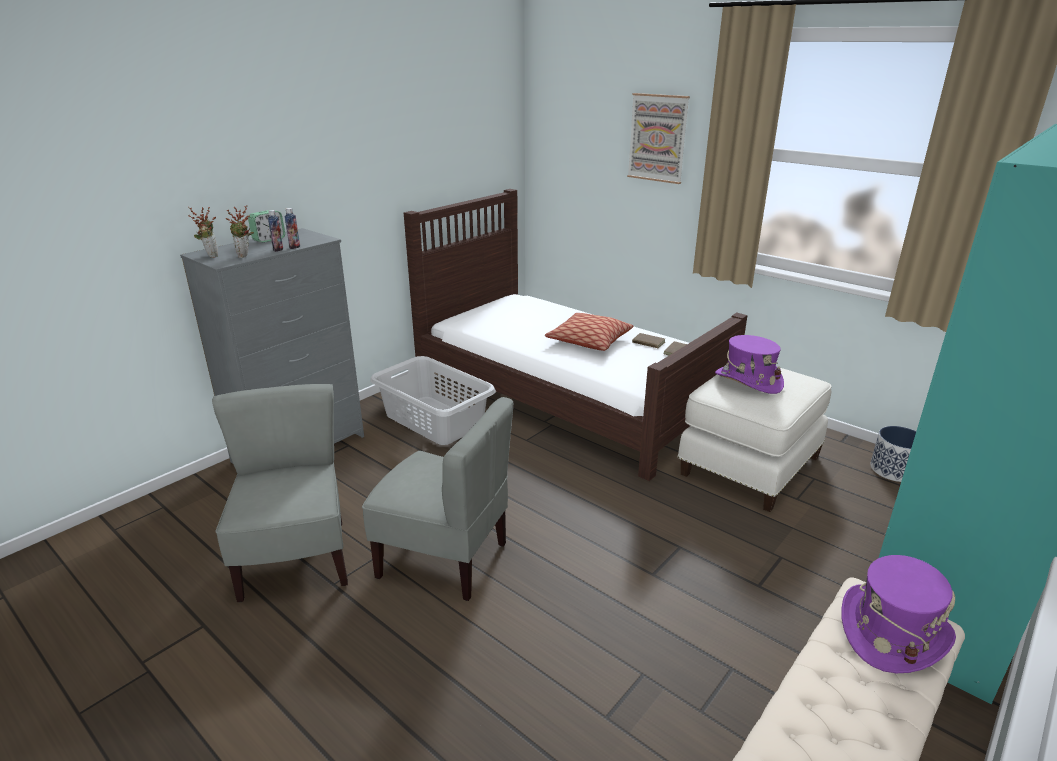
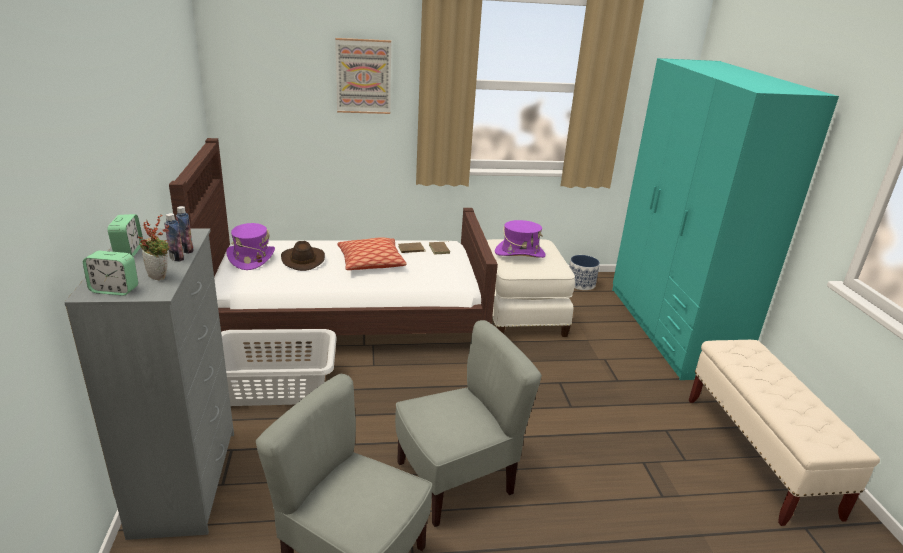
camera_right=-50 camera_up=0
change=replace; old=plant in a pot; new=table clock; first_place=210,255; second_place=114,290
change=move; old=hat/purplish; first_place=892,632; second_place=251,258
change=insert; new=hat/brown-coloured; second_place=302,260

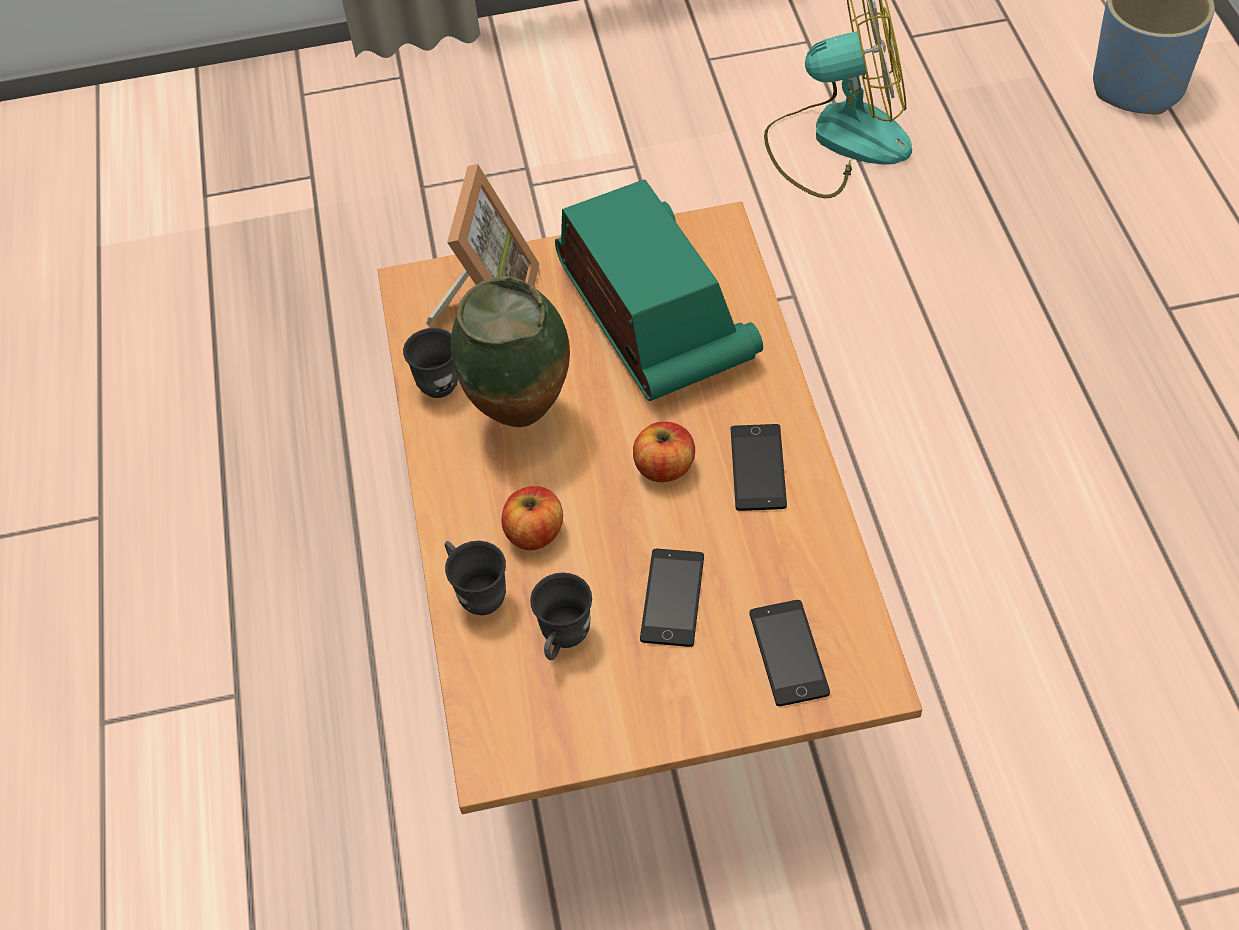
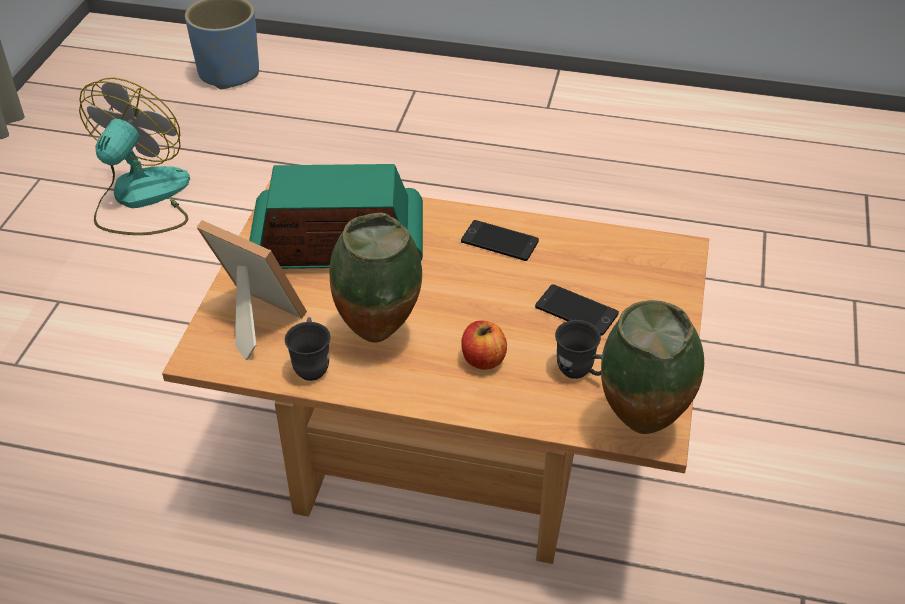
camera_right=-70 camera_up=-10
change=delete; old=apple; first_place=664,467
change=delete; old=mug/grey; first_place=476,592
change=delete; old=handset; first_place=788,653
change=insert; new=decorative vase; second_place=641,429

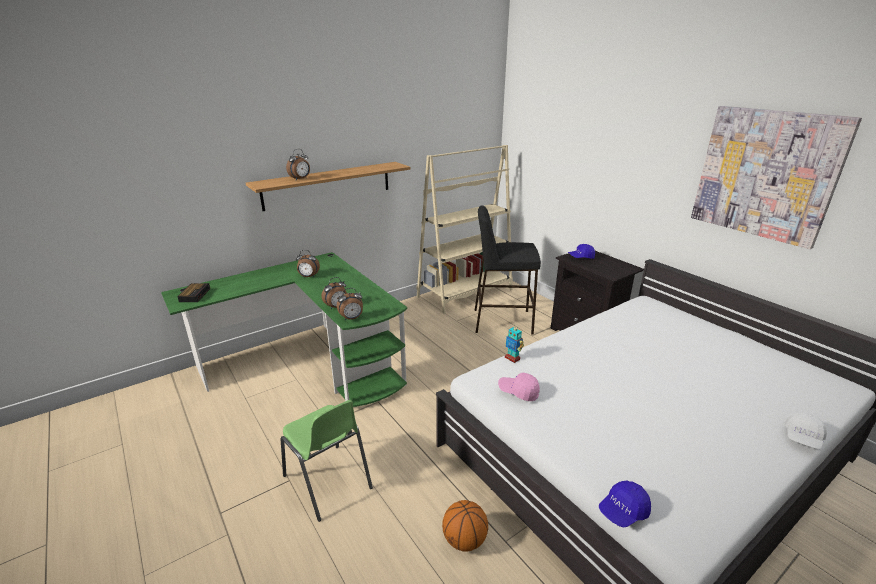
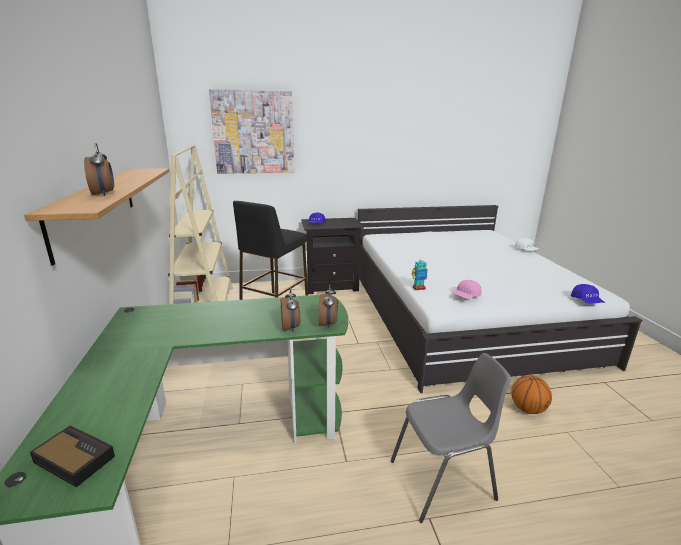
camera_right=-65 camera_up=-5
change=move; old=wall art; first_place=765,174; second_place=253,132
change=delete; old=table clock; first_place=308,277
change=recolor; old=upright chair/green; new=upright chair/grey; first_place=328,482; second_place=443,481

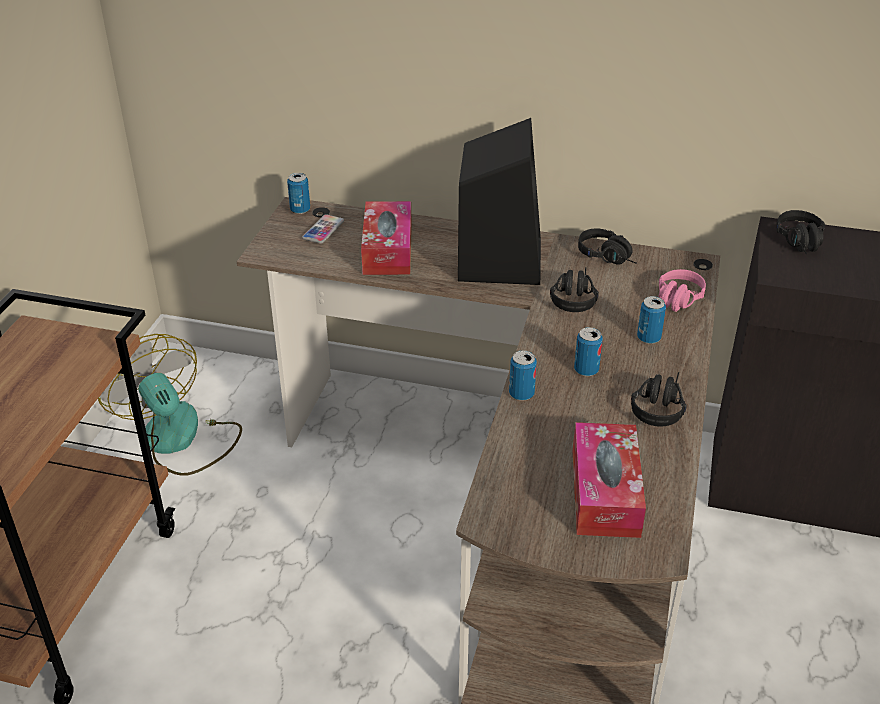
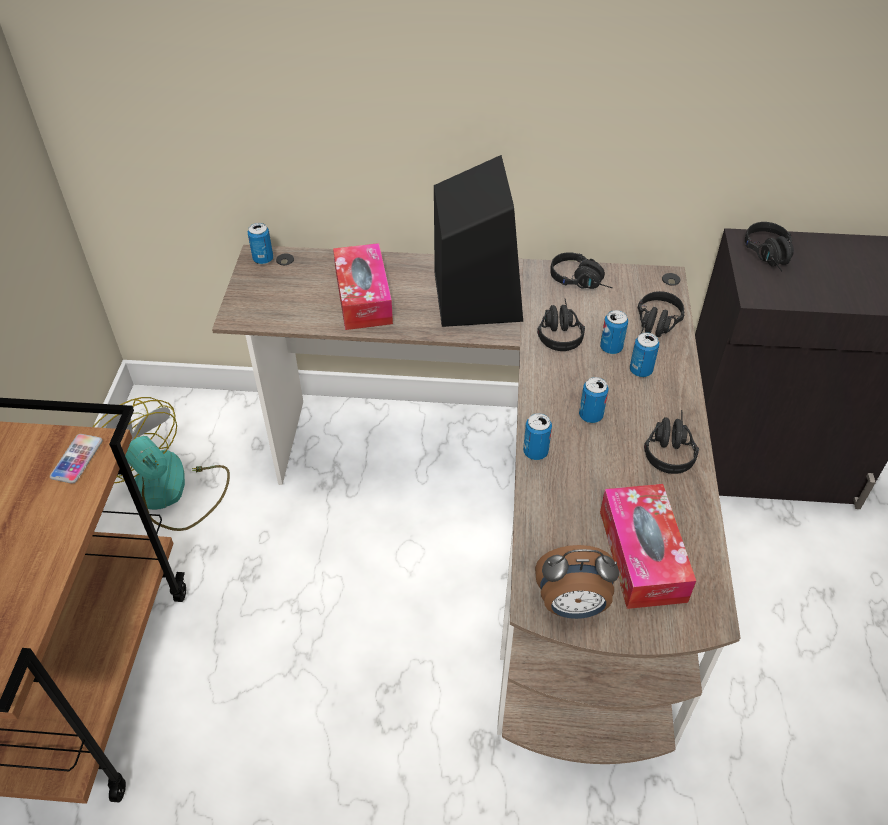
camera_right=-10 camera_up=10
change=move; old=handset; first_place=323,230; second_place=77,459
change=recolor; old=headset/pink-coloured; new=headset/black; first_place=675,303; second_place=656,327
change=insert; new=can; second_place=611,348
change=insert; new=table clock; second_place=572,606

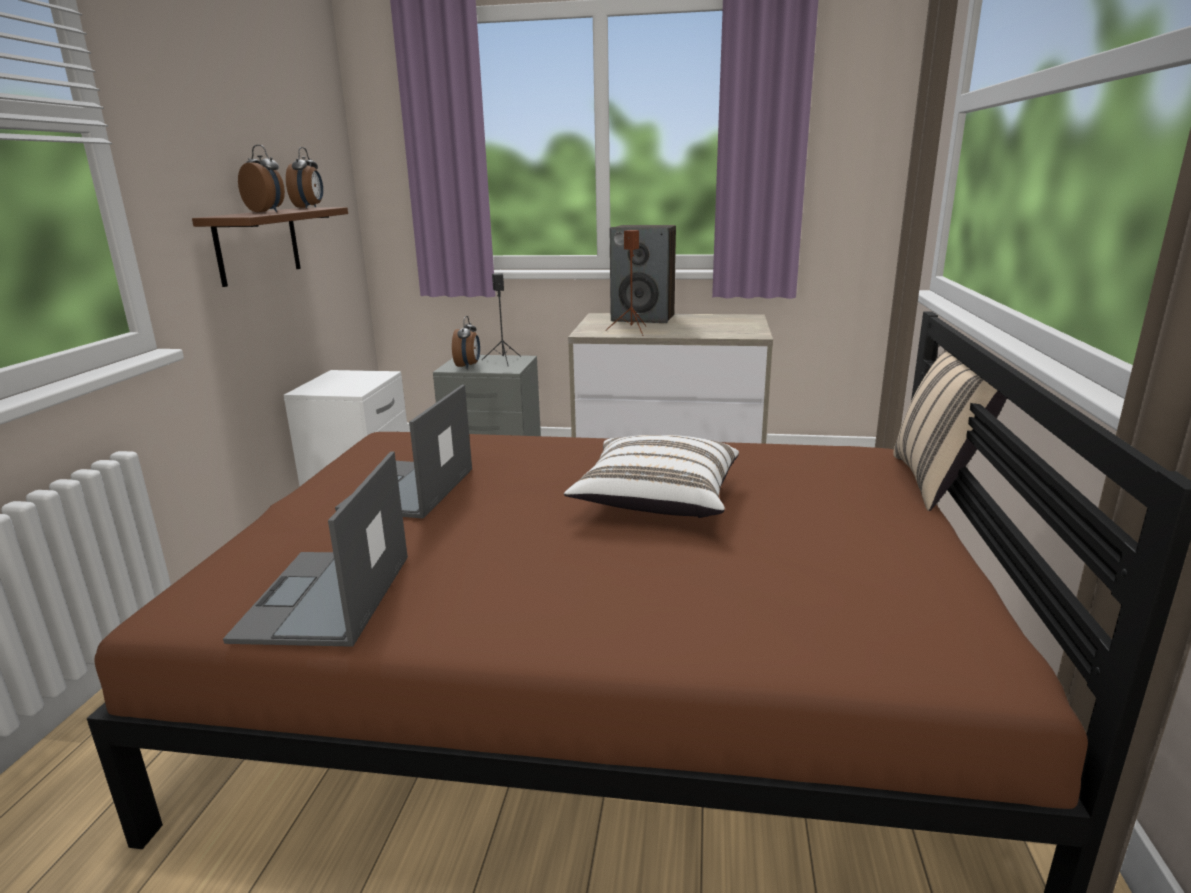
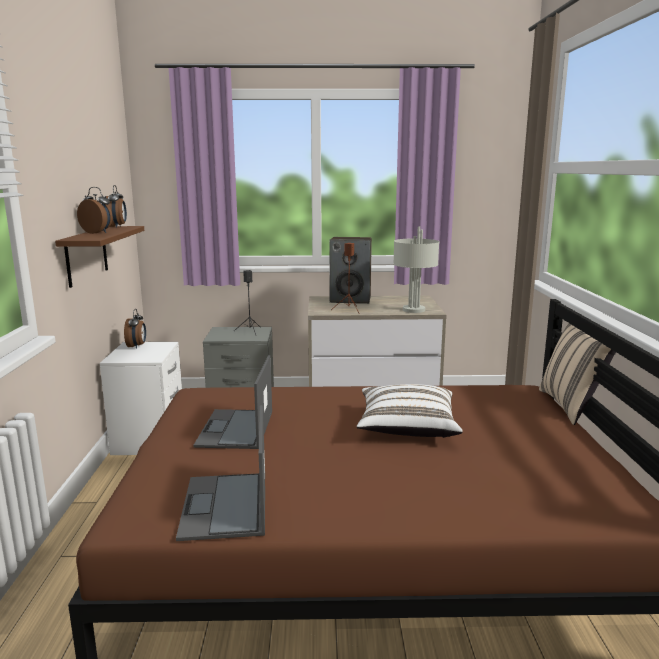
camera_right=-10 camera_up=-5
change=move; old=table clock; first_place=468,366; second_place=137,346
change=insert; new=tabletop lamp/grey; second_place=413,310

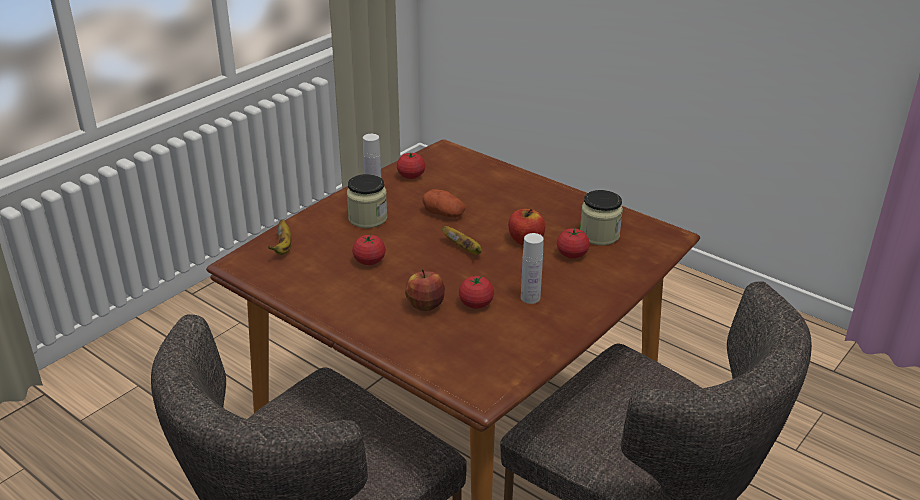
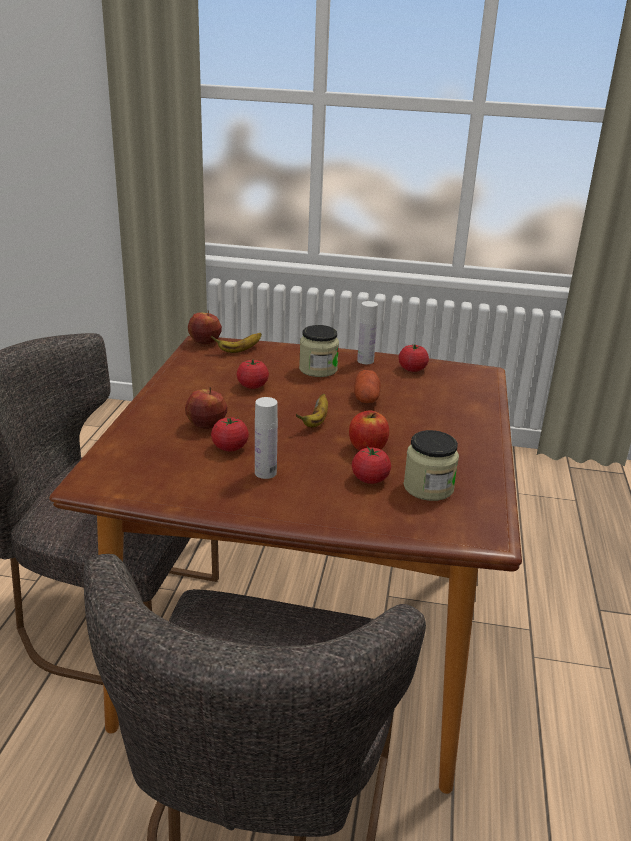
camera_right=60 camera_up=-5
change=insert; new=apple; second_place=204,342

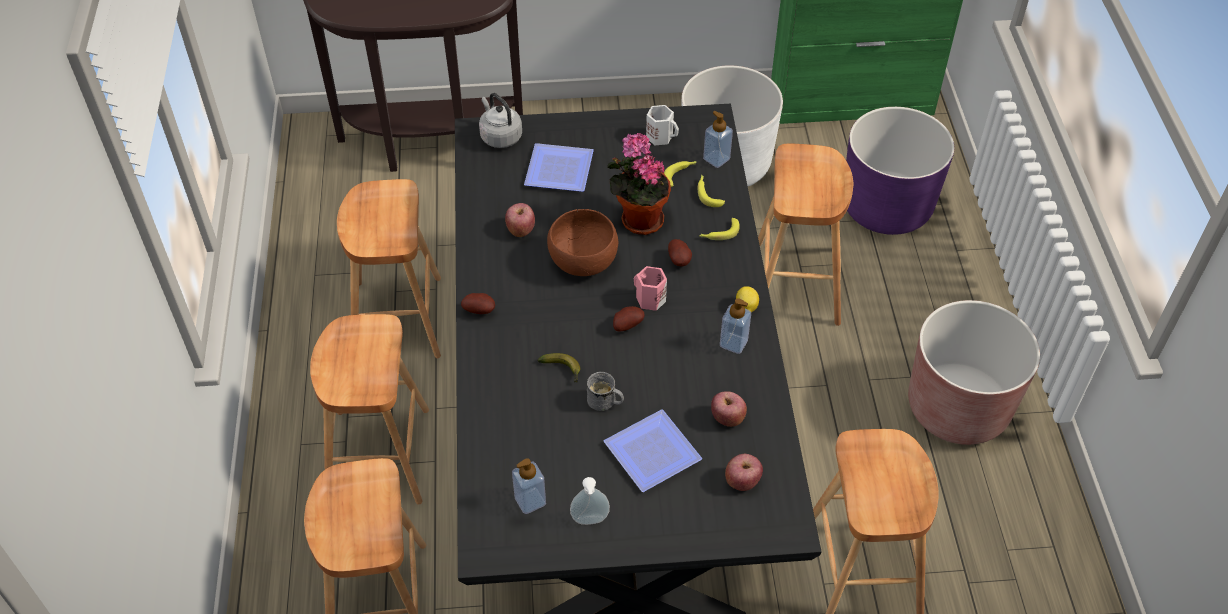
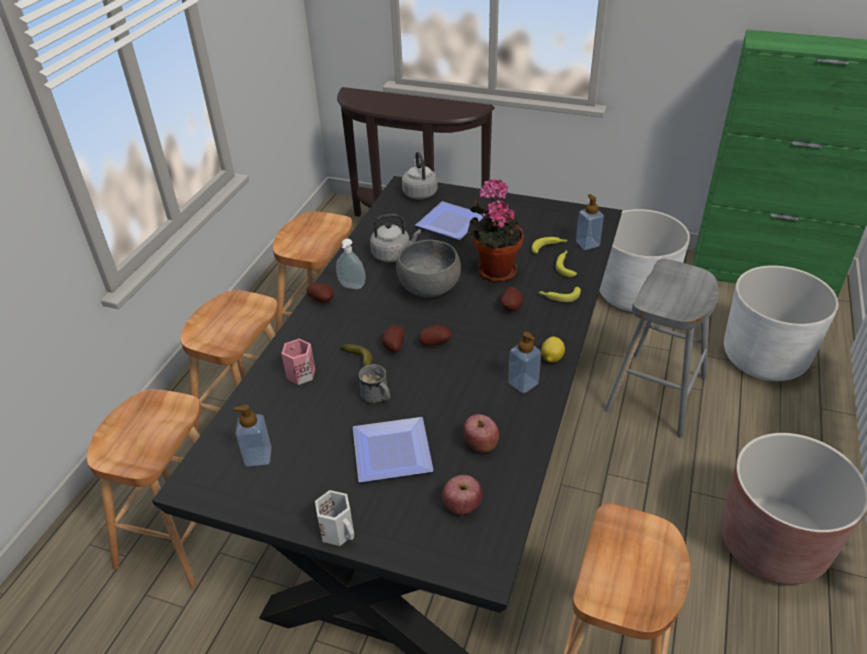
camera_right=25 camera_up=-10
change=move; old=mug/white-coloured; first_place=660,136; second_place=339,531
change=recolor; old=flower pot/purplish; new=flower pot/white-coloured; first_place=886,207; second_place=764,357
change=recolor; old=sitting stool/brown-coloured; new=sitting stool/grey; first_place=797,282; second_place=656,393
change=replace; old=apple; new=tea kettle/grey; first_place=521,230; second_place=393,254
change=recolor; old=deep dish/brown-coloured; new=deep dish/grey; first_place=583,260; second_place=429,287
change=move; old=mug/pink-coloured; first_place=649,299; second_place=299,373
change=move; old=soap bottle; first_place=590,521; second_place=351,287
change=insert; new=spud; second_place=393,347

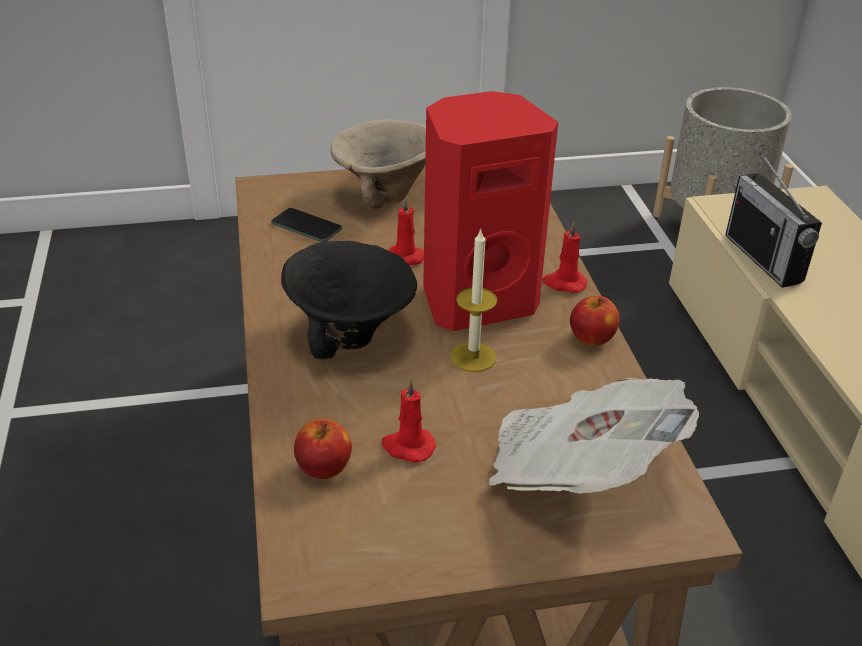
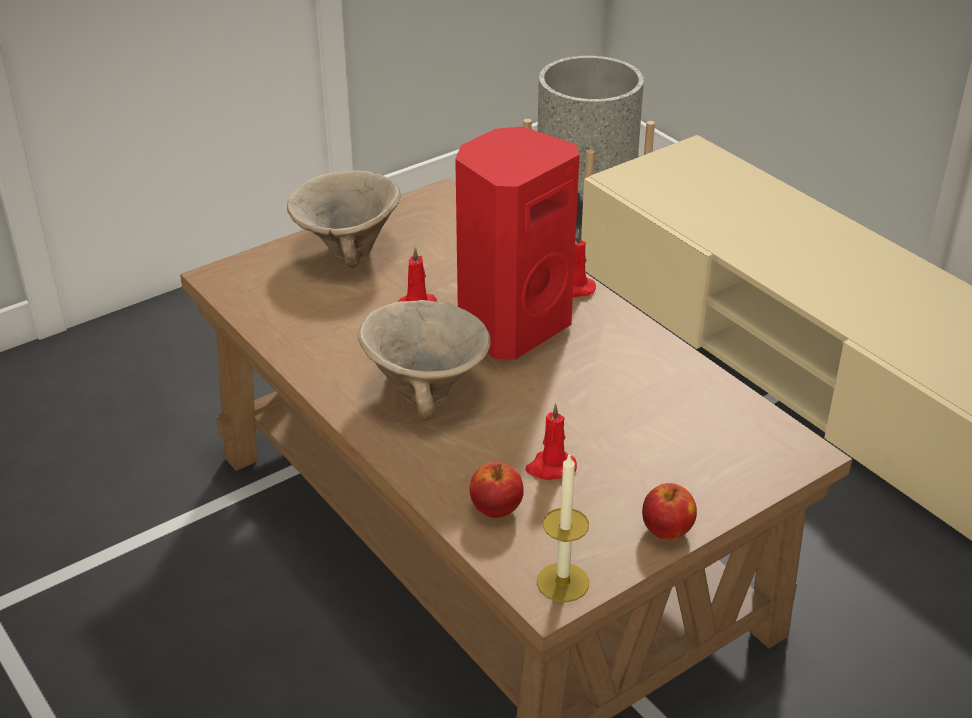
camera_right=-25 camera_up=0
change=delete; old=radio set; first_place=763,258
change=delete; old=handset; first_place=306,226
change=move; old=wax light; first_place=473,357; second_place=562,582
change=recolor; old=deep dish/black; new=deep dish/sand-coloured; first_place=353,335; second_place=427,391
change=move; old=apple; first_place=591,339; second_place=667,530
change=delete; old=daily paper; first_place=577,470

